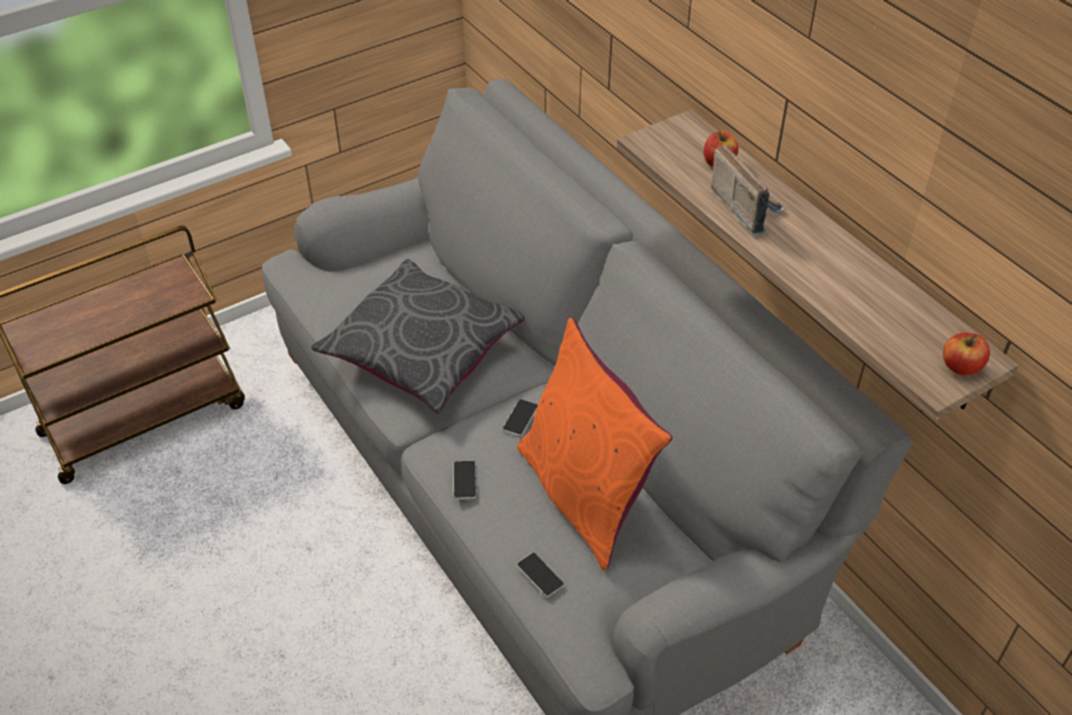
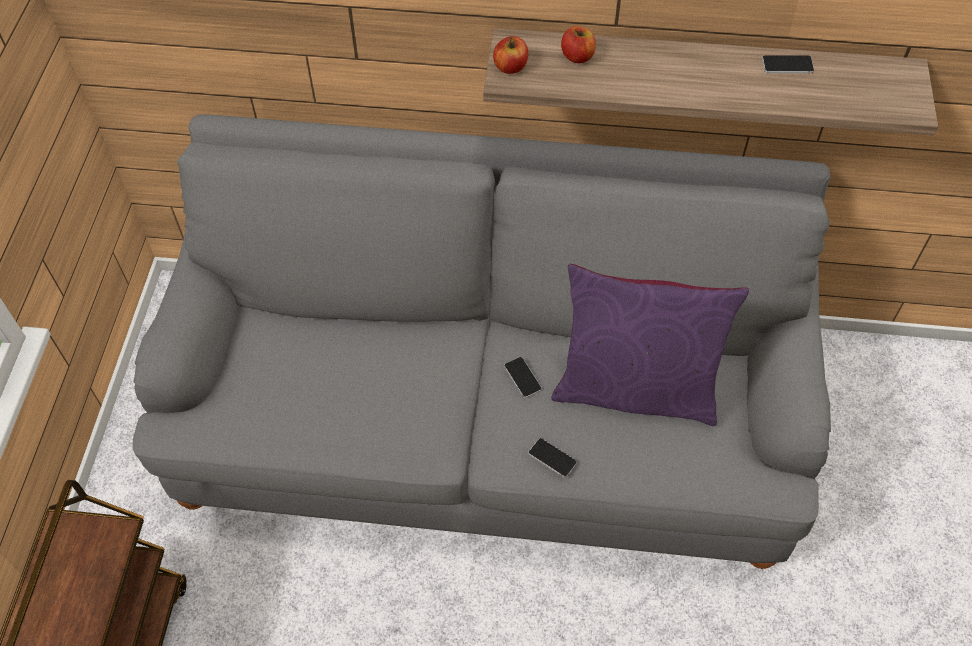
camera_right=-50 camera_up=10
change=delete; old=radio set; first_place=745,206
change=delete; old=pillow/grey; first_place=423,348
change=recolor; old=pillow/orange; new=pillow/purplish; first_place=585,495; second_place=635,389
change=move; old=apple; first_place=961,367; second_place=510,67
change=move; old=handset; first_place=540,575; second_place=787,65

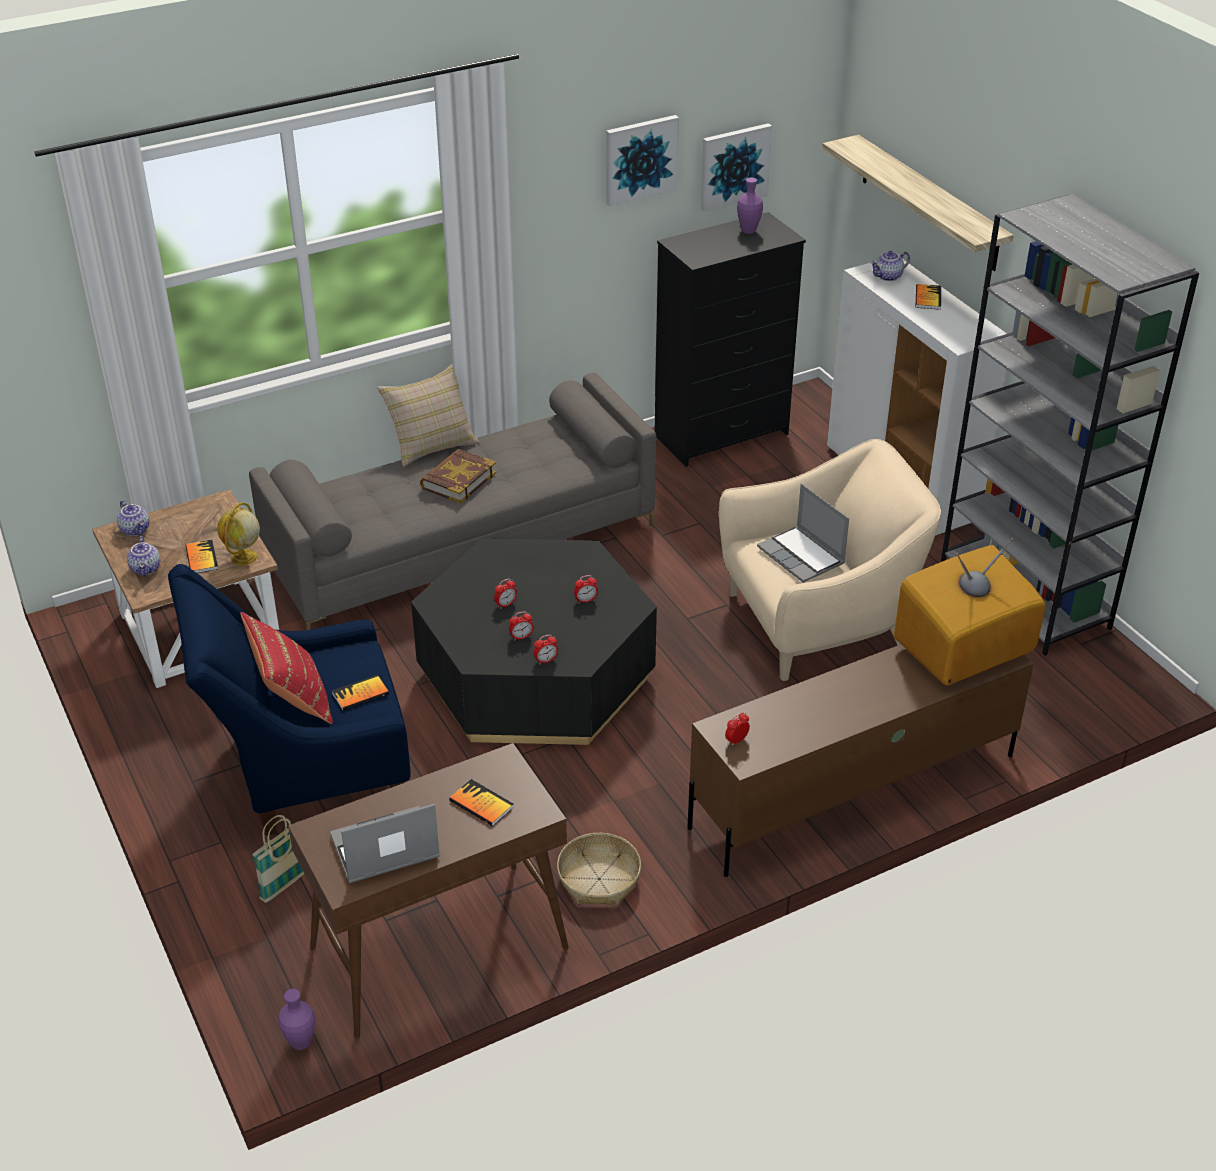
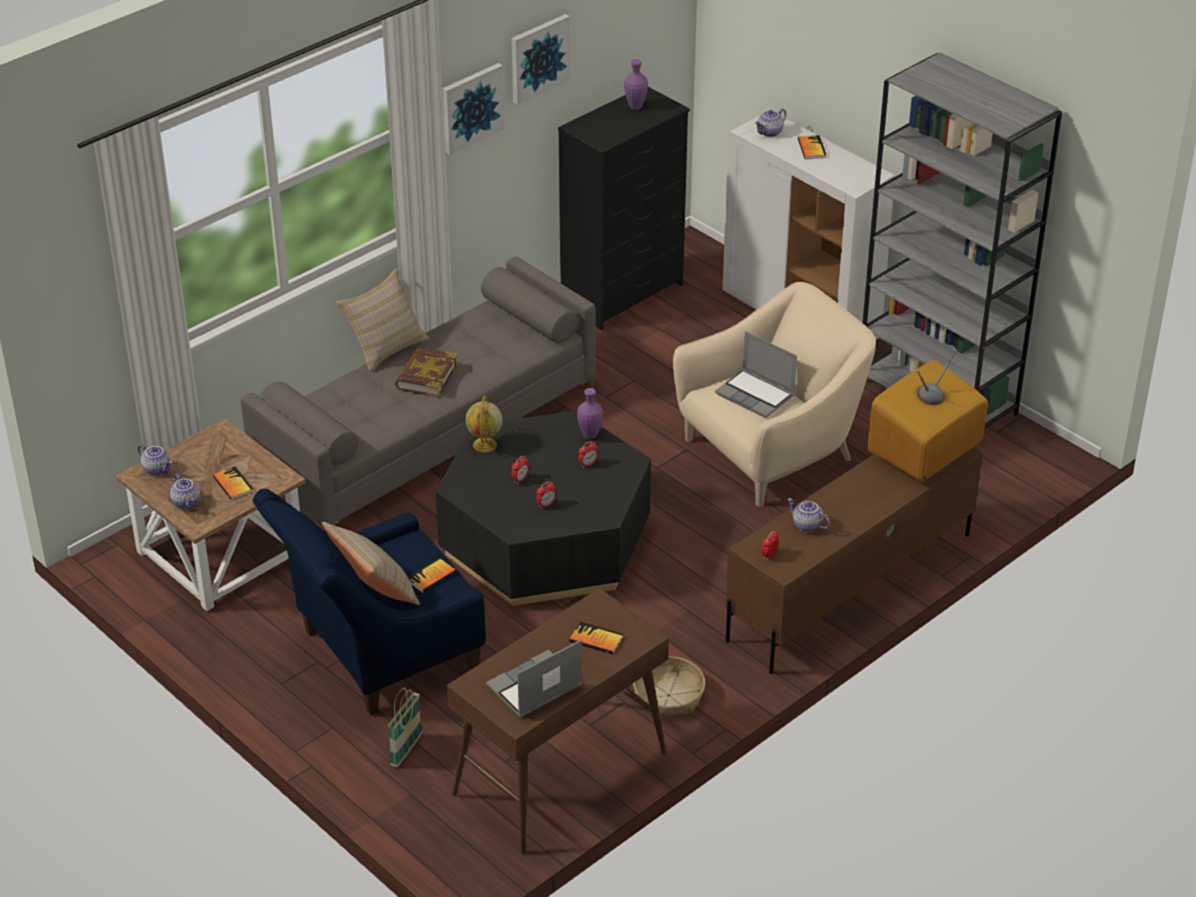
camera_right=-15 camera_up=0
change=move; old=wall art; first_place=734,166; second_place=471,107
change=delete; old=wall shelf; first_place=929,203
change=move; old=globe; first_place=243,558; second_place=485,445
change=recolor; old=pillow/red; new=pillow/sand-coloured; first_place=292,699; second_place=374,591
change=delete; old=table clock; first_place=546,660
change=move; old=decorative vase/purplish; first_place=301,1042; second_place=590,435
change=insert; new=pot for tea; second_place=806,526

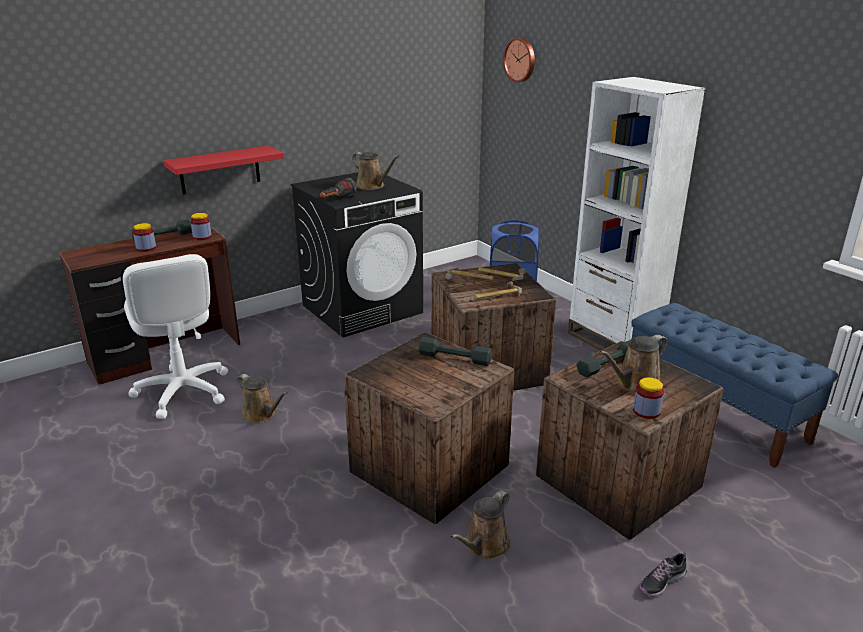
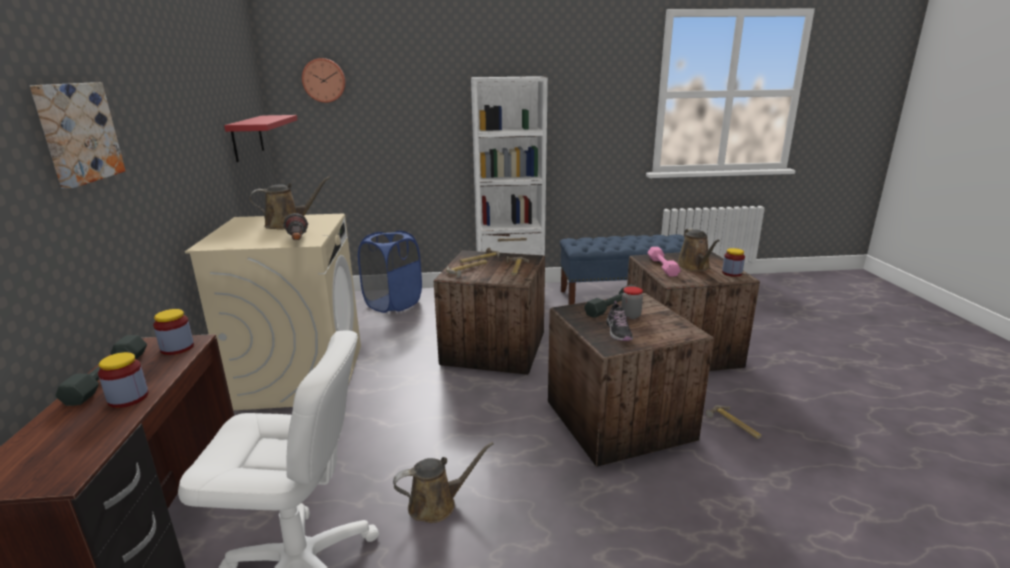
camera_right=-60 camera_up=-5
change=move; old=wall shelf/red; first_place=220,170; second_place=247,138
change=recolor; old=laundry machine/black; new=laundry machine/sand-coloured; first_place=362,308; second_place=300,375
change=recolor; old=free weight/grey; new=free weight/pink-coloured; first_place=608,364; second_place=662,266
change=replace; old=sprinkling can/brown-coloured; new=hand hammer; first_place=484,546; second_place=733,425
change=move; old=item of footwear; first_place=662,581; second_place=618,331
change=insert; new=wall art; second_place=76,133
change=insert; new=jar; second_place=630,316

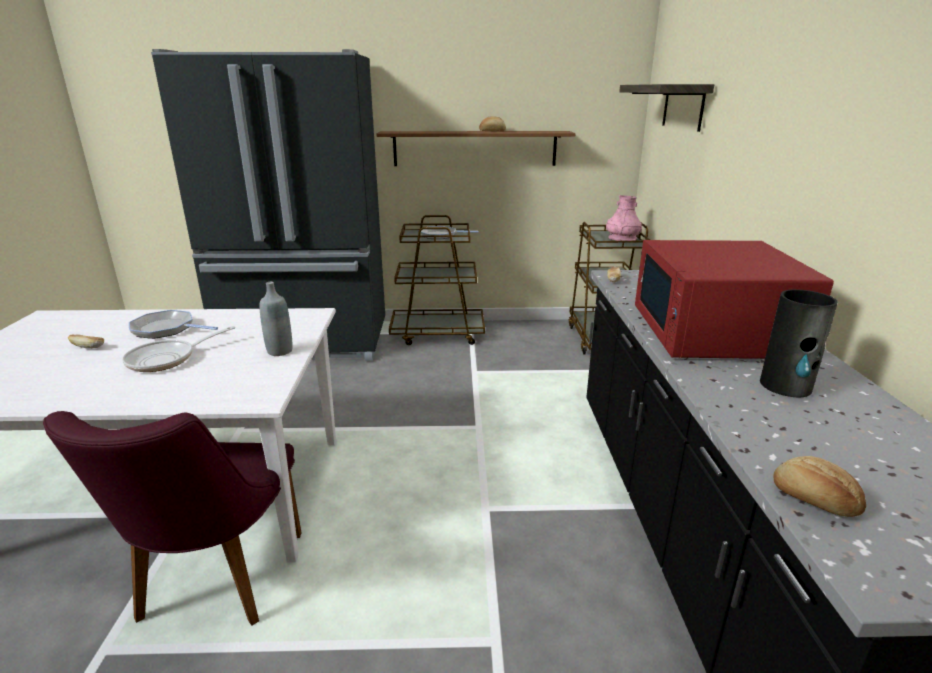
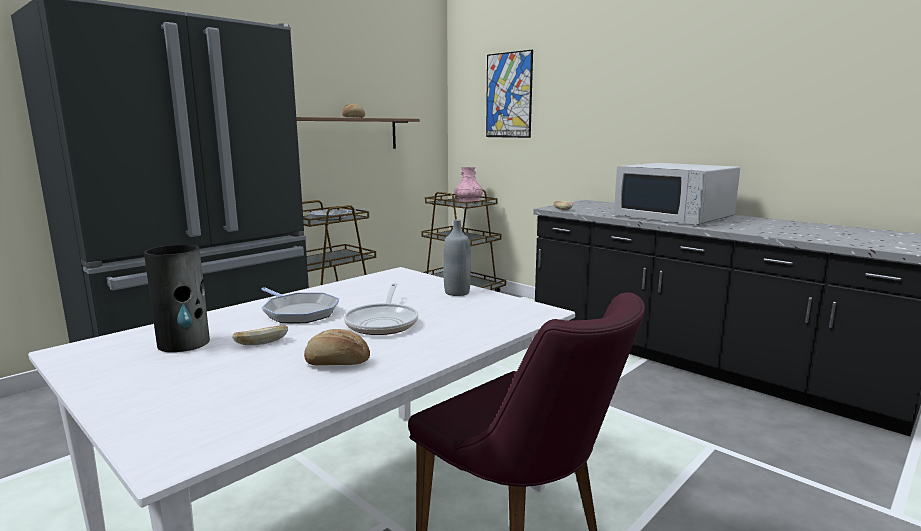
camera_right=-45 camera_up=-10
change=replace; old=wall shelf; new=wall art; first_place=683,106; second_place=509,95
change=recolor; old=kitchen microwave/red; new=kitchen microwave/white-coloured; first_place=713,332; second_place=674,216
change=move; old=decorative vase; first_place=786,386; second_place=184,343
change=rotate; old=skillet; first_place=166,329; second_place=299,312; degrees=-105
change=move; old=baked bread; first_place=813,500; second_place=337,363

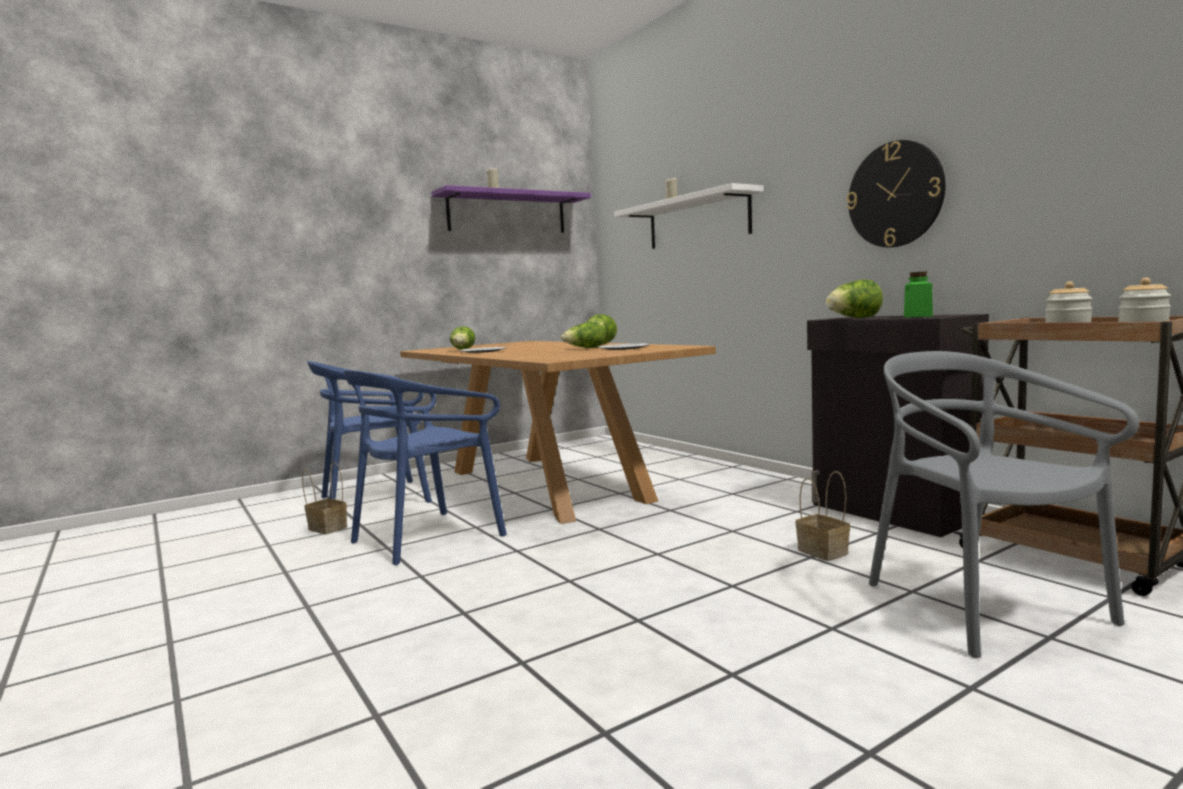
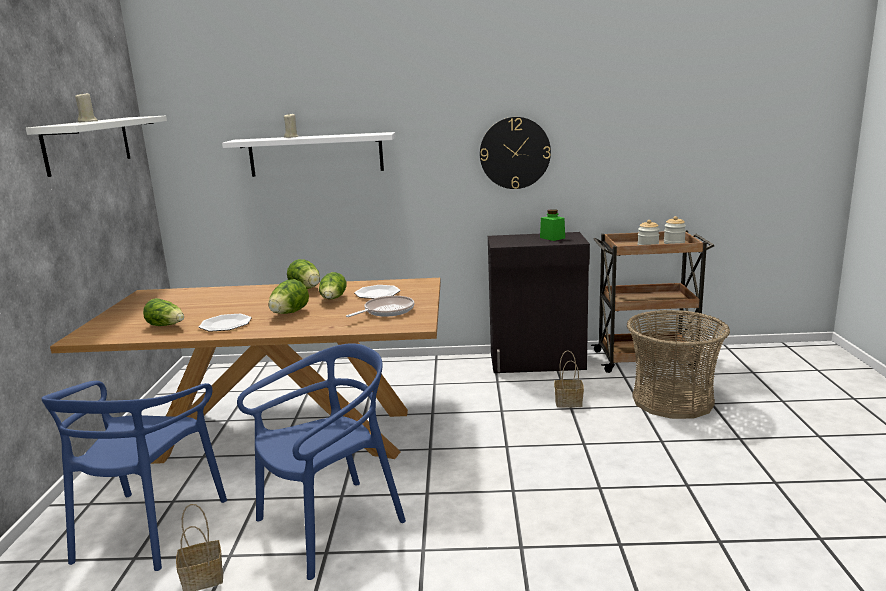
camera_right=-55 camera_up=10
change=recolor; old=wall shelf/purplish; new=wall shelf/white-coloured; first_place=507,213; second_place=88,144
change=move; old=lettuce; first_place=854,318; second_place=289,313
change=replace; old=upright chair/grey; new=storage basket; first_place=982,606; second_place=672,400
change=rotate; old=upright chair/blue-coloured; first_place=428,537; second_place=330,525; degrees=-120
change=insert; new=skillet; second_place=386,311

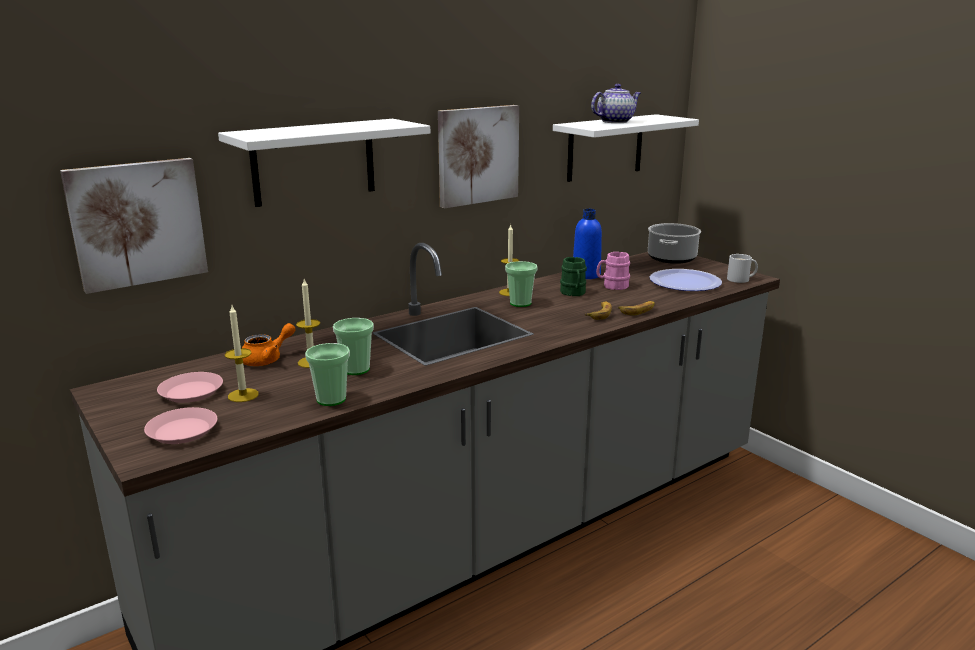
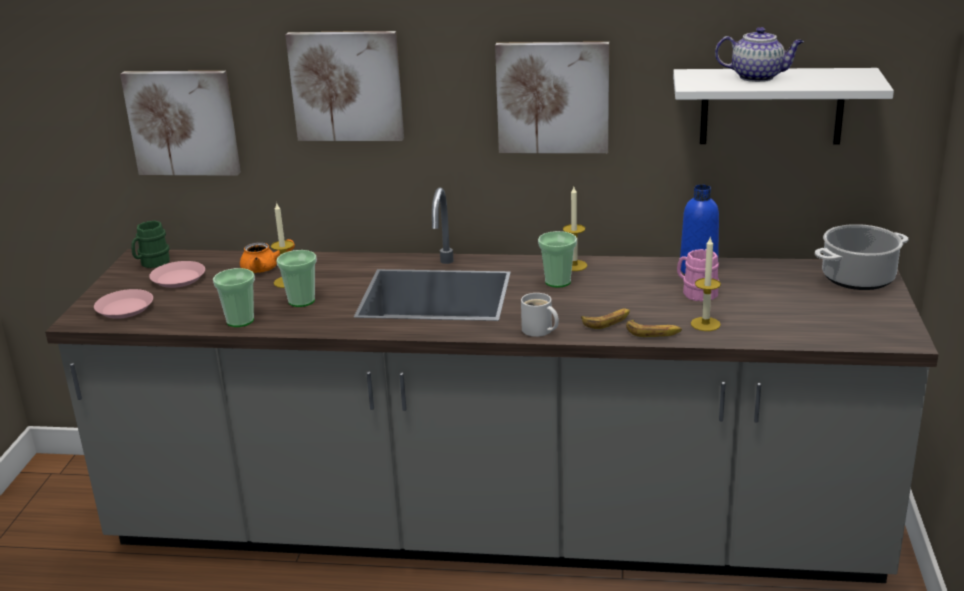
camera_right=45 camera_up=5
change=replace; old=wall shelf/white-coloured; new=wall art; first_place=314,162; second_place=347,85
change=move; old=mug/white-coloured; first_place=740,279; second_place=538,331
change=move; old=mug/green; first_place=573,293; second_place=152,263
change=delete; old=flat dish; first_place=685,282
change=move; old=wax light; first_place=243,395; second_place=705,324

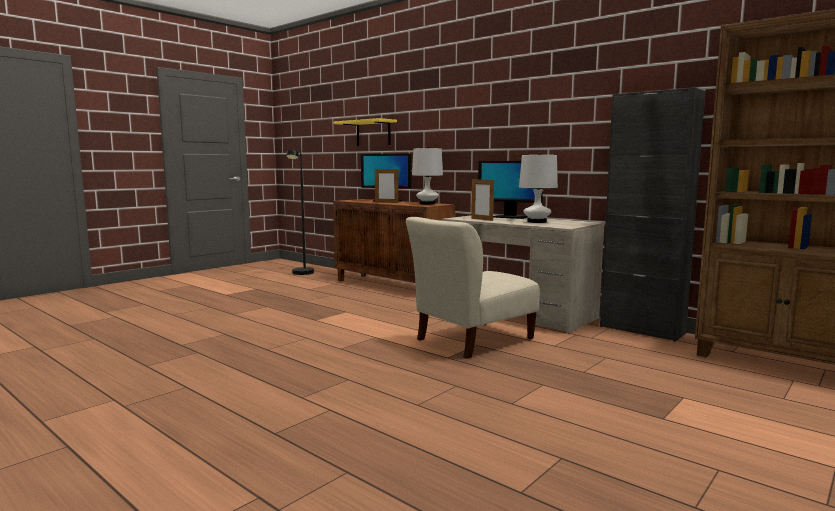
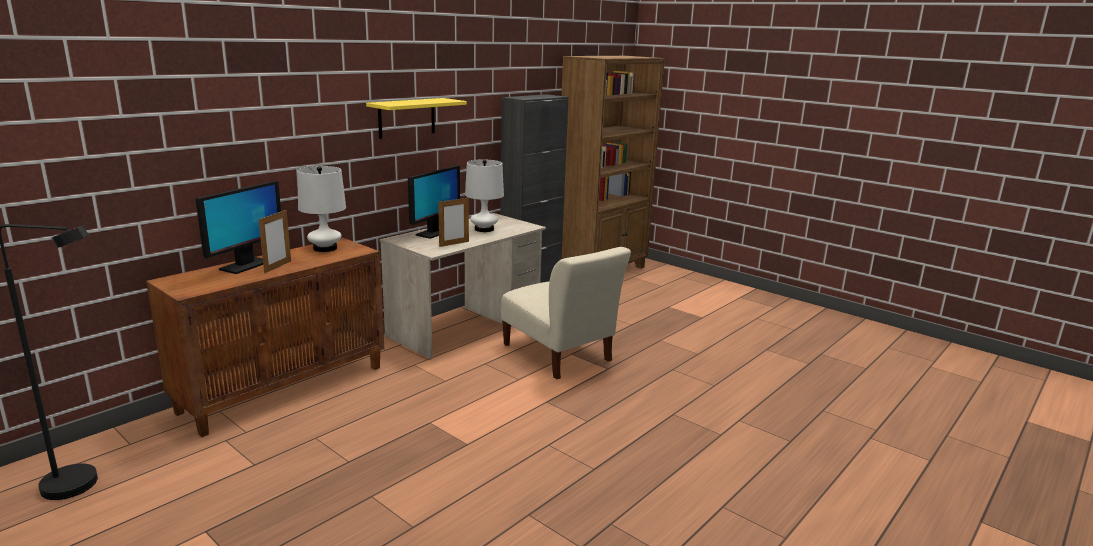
camera_right=-90 camera_up=10
change=move; old=wall shelf/yellowish; first_place=373,133; second_place=407,118

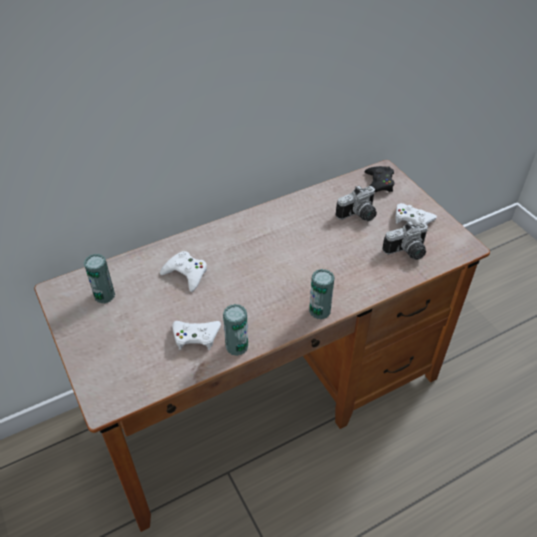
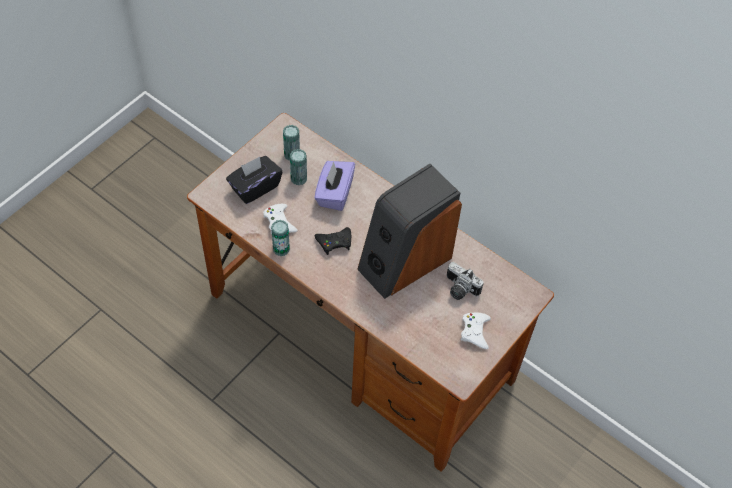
camera_right=65 camera_up=10
change=move; old=gamepad/black; first_place=378,184; second_place=334,242
change=delete; old=still camera; first_place=407,252
change=replace; old=gamepad/white-coloured; new=tissue box/purplish; first_place=186,274; second_place=334,194
change=move; old=can; first_place=319,311; second_place=299,179
change=insert; new=tissue box/black; second_place=255,187
change=insert; new=audio speaker; second_place=404,261

